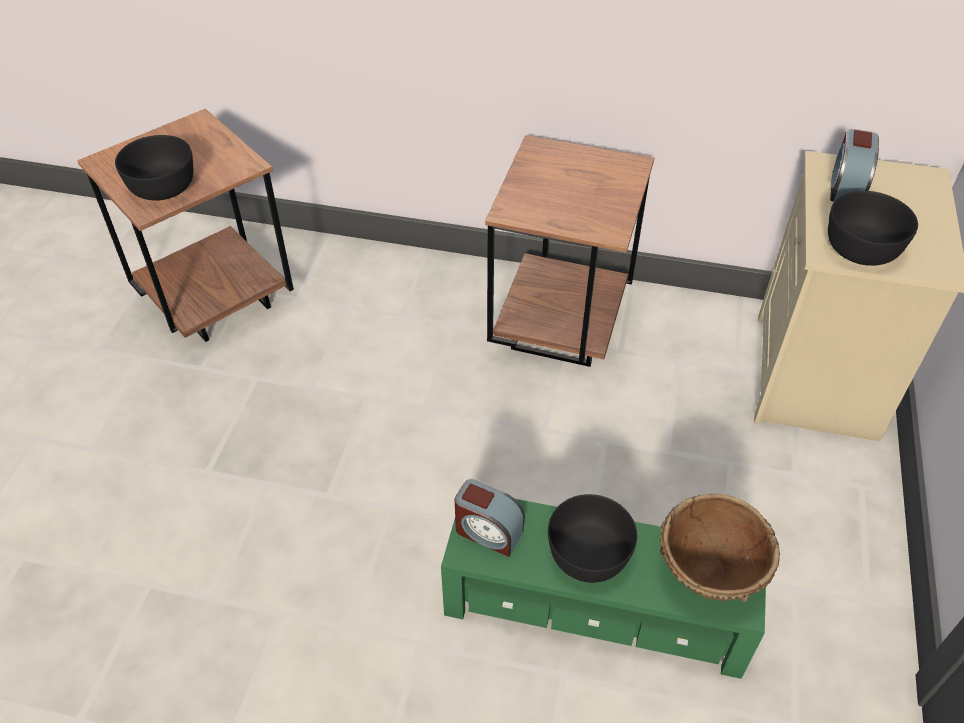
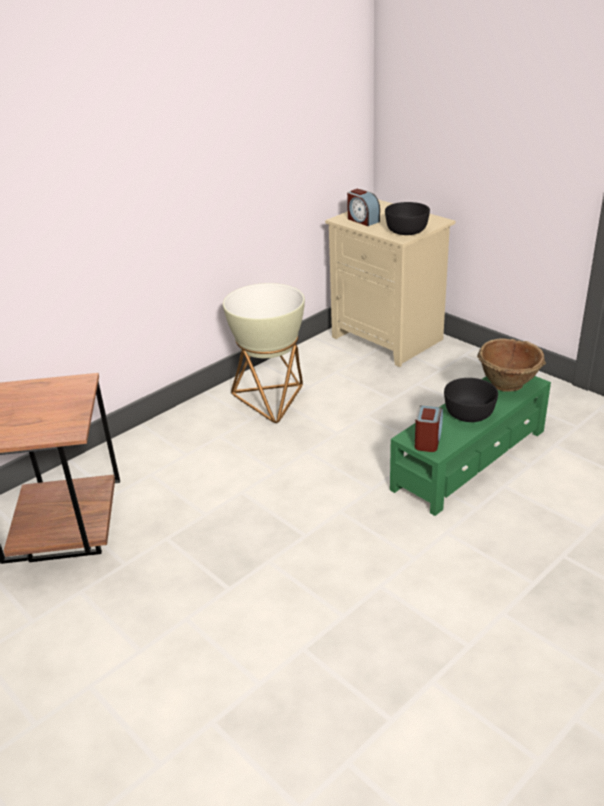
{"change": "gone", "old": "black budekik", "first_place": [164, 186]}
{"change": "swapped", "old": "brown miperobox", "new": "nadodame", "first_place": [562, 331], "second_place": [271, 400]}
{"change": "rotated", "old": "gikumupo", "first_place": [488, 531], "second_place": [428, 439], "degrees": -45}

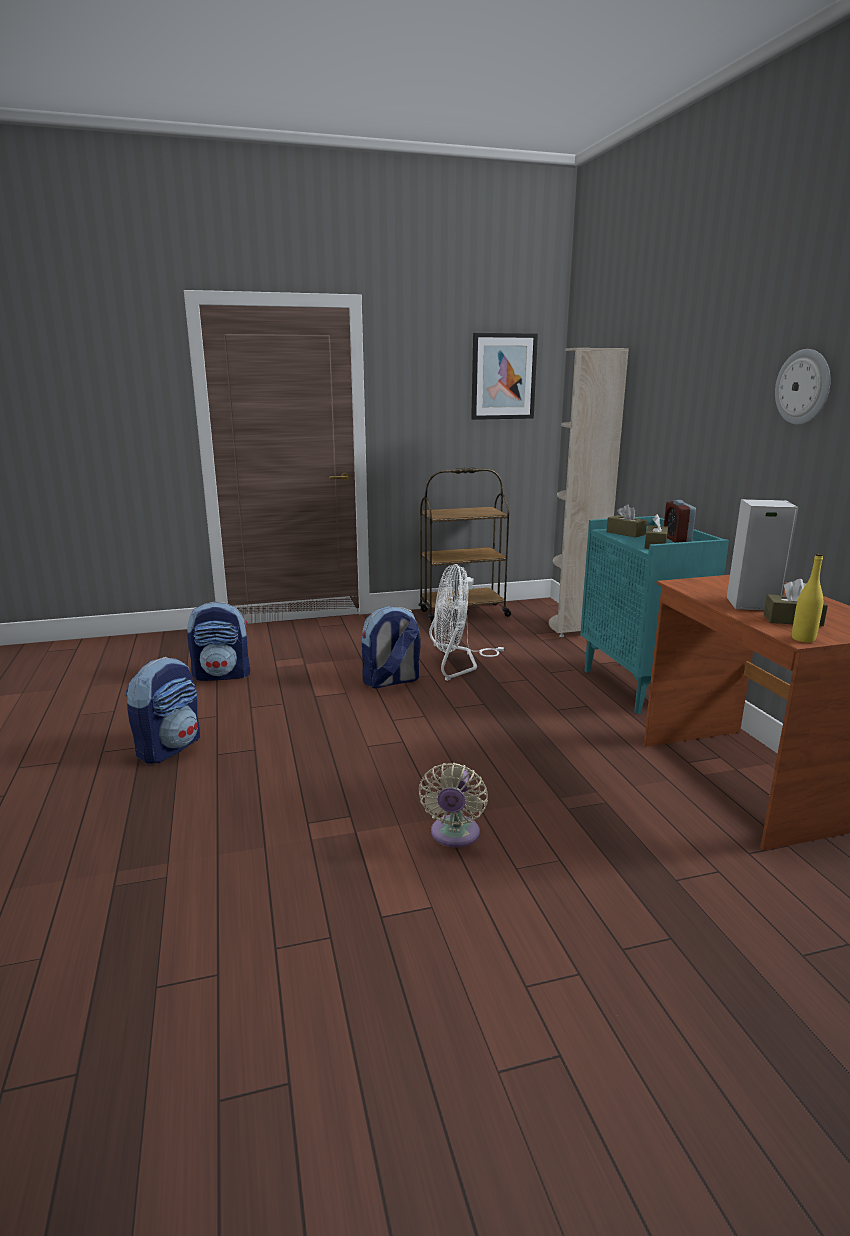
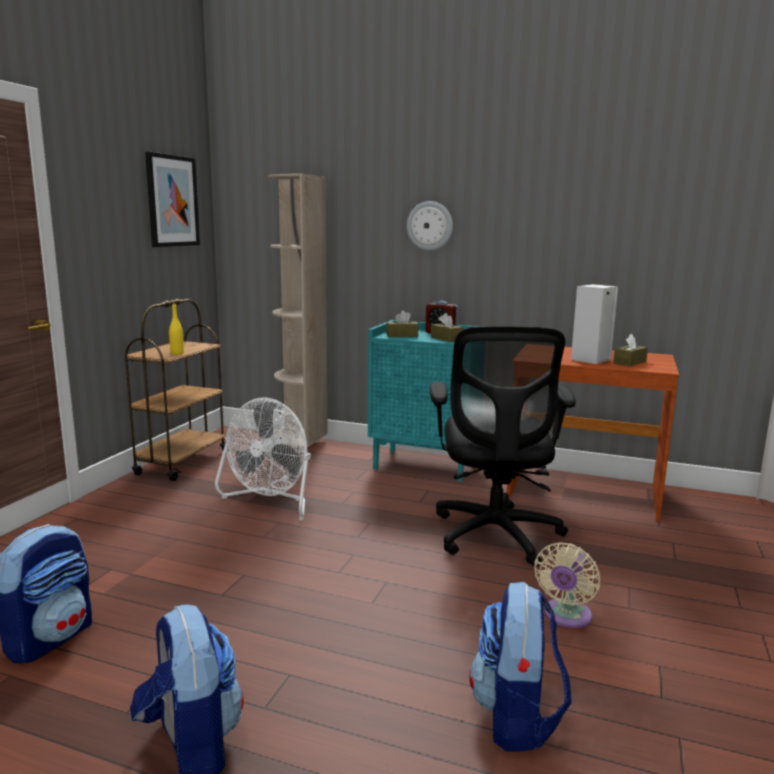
{"change": "new", "new": "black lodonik", "second_place": [493, 530]}
{"change": "shifted", "old": "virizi", "first_place": [391, 681], "second_place": [517, 717]}
{"change": "shifted", "old": "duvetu", "first_place": [803, 387], "second_place": [430, 226]}
{"change": "shifted", "old": "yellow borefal", "first_place": [803, 639], "second_place": [177, 353]}
{"change": "rotated", "old": "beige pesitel", "first_place": [454, 835], "second_place": [566, 616], "degrees": 75}

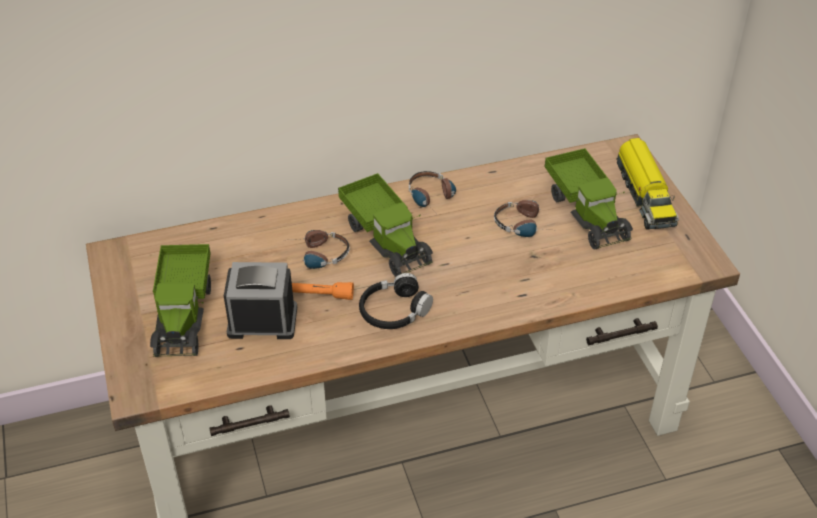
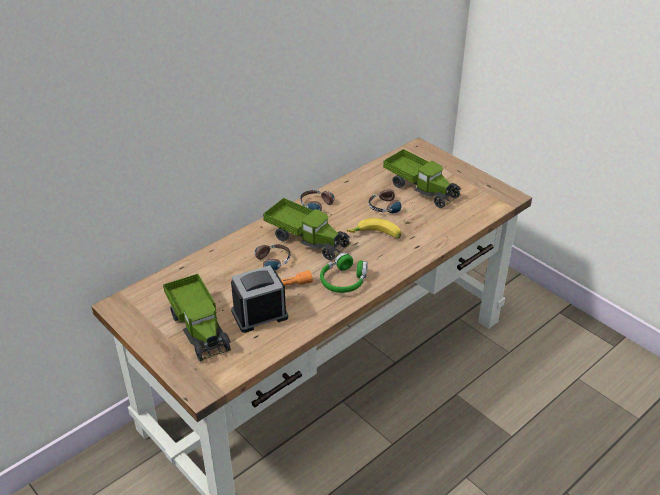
{"change": "gone", "old": "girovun", "first_place": [644, 194]}
{"change": "new", "new": "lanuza", "second_place": [375, 236]}
{"change": "repainted", "old": "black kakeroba", "new": "green kakeroba", "first_place": [394, 311], "second_place": [344, 281]}

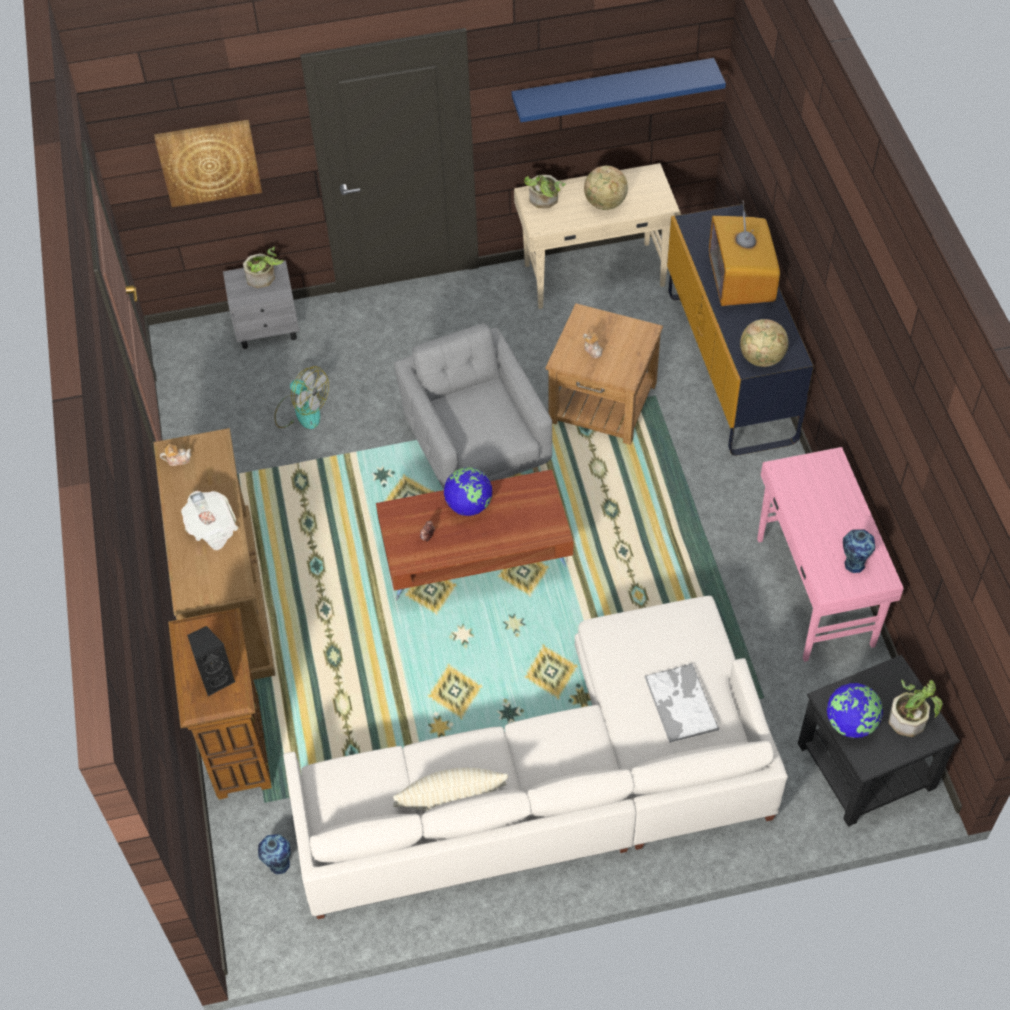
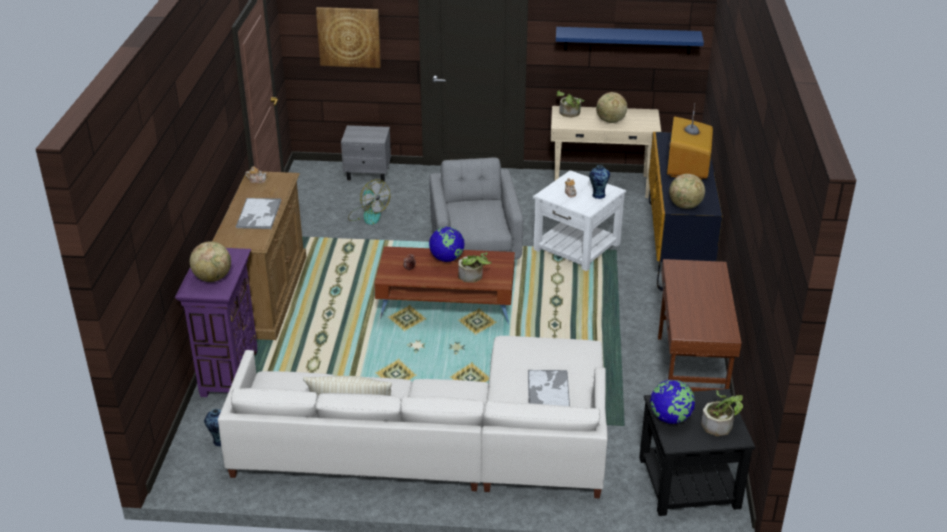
{"change": "shifted", "old": "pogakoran", "first_place": [264, 278], "second_place": [473, 277]}
{"change": "shifted", "old": "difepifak", "first_place": [853, 564], "second_place": [598, 195]}
{"change": "swapped", "old": "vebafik", "new": "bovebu", "first_place": [212, 528], "second_place": [258, 214]}
{"change": "swapped", "old": "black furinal", "new": "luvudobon", "first_place": [216, 679], "second_place": [213, 278]}
{"change": "repainted", "old": "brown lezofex", "new": "purple lezofex", "first_place": [237, 748], "second_place": [228, 373]}
{"change": "repainted", "old": "brown miperobox", "new": "white miperobox", "first_place": [602, 403], "second_place": [576, 247]}
{"change": "repainted", "old": "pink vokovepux", "new": "brown vokovepux", "first_place": [815, 592], "second_place": [690, 375]}

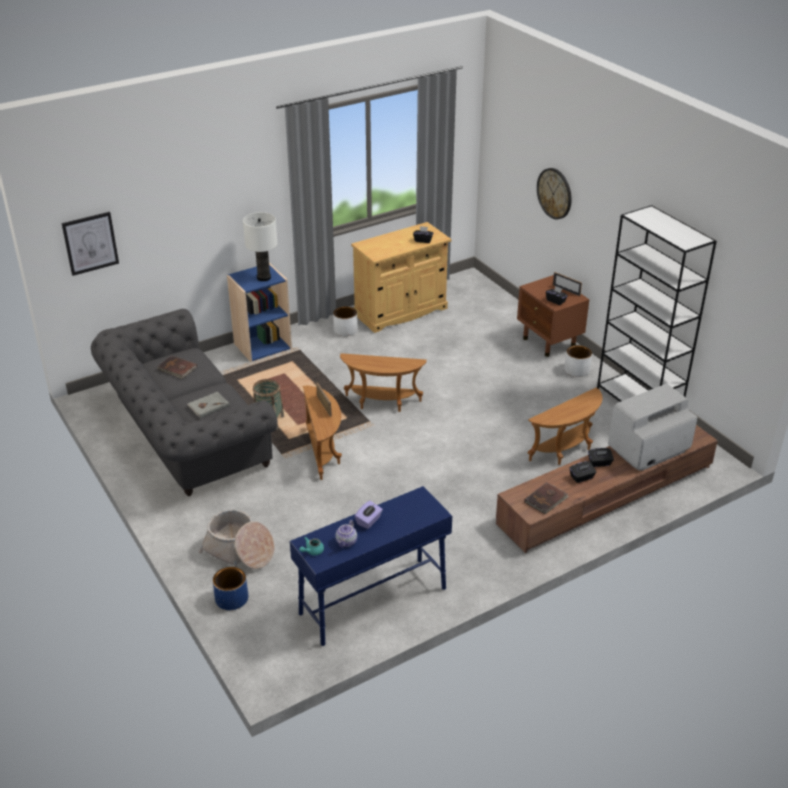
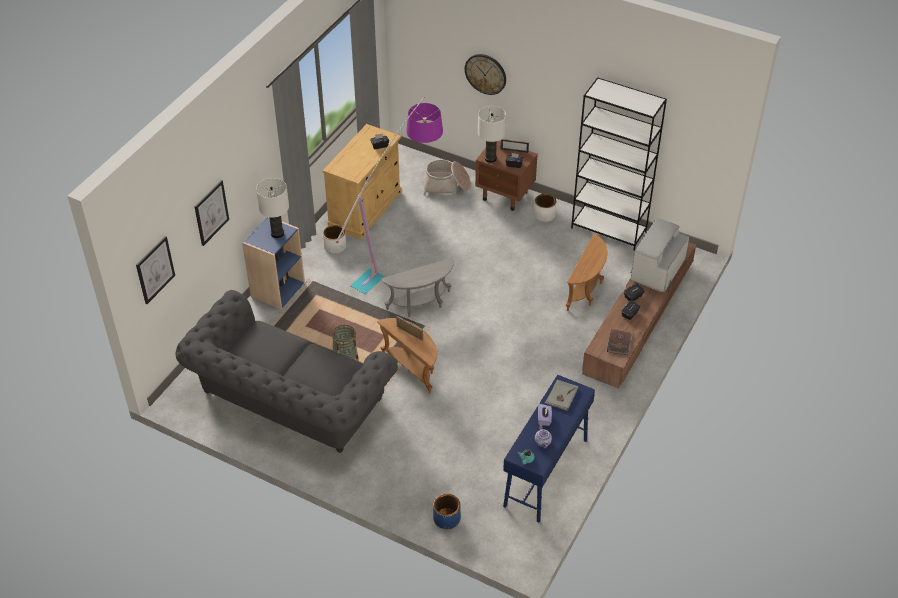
{"change": "gone", "old": "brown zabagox", "first_place": [177, 369]}
{"change": "new", "new": "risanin", "second_place": [211, 212]}
{"change": "new", "new": "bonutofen", "second_place": [400, 250]}
{"change": "new", "new": "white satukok", "second_place": [490, 158]}
{"change": "shifted", "old": "grey zabagox", "first_place": [208, 406], "second_place": [561, 396]}
{"change": "shifted", "old": "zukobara", "first_place": [239, 551], "second_place": [446, 185]}
{"change": "repainted", "old": "brown miperobox", "new": "grey miperobox", "first_place": [382, 403], "second_place": [421, 305]}

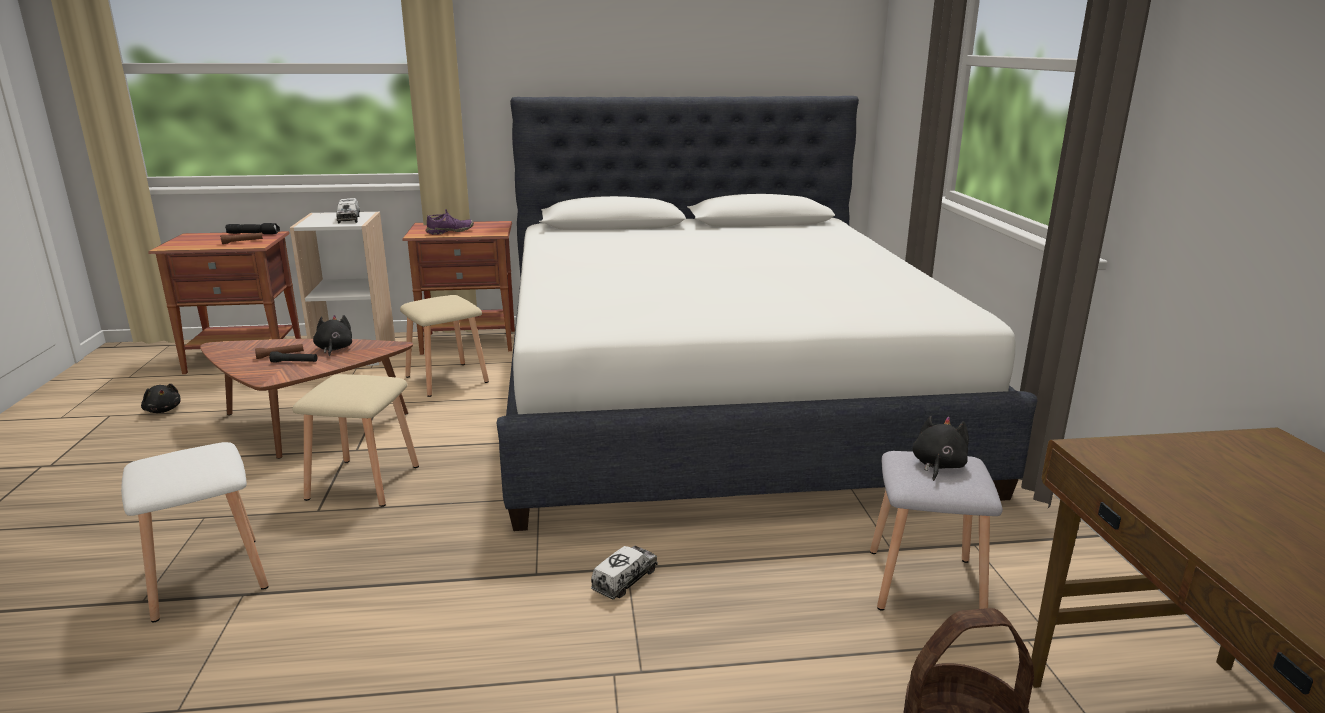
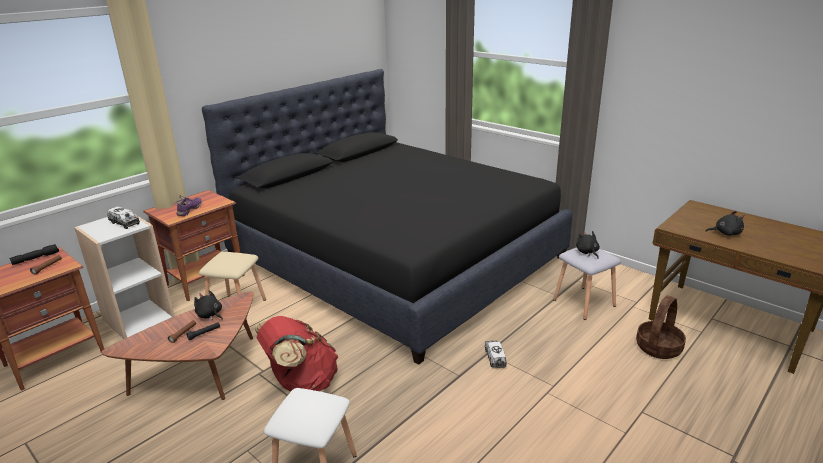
{"change": "shifted", "old": "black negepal", "first_place": [163, 410], "second_place": [725, 233]}
{"change": "swapped", "old": "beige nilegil", "new": "red virizi", "first_place": [363, 481], "second_place": [301, 383]}
{"change": "repainted", "old": "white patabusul", "new": "black patabusul", "first_place": [716, 395], "second_place": [395, 257]}

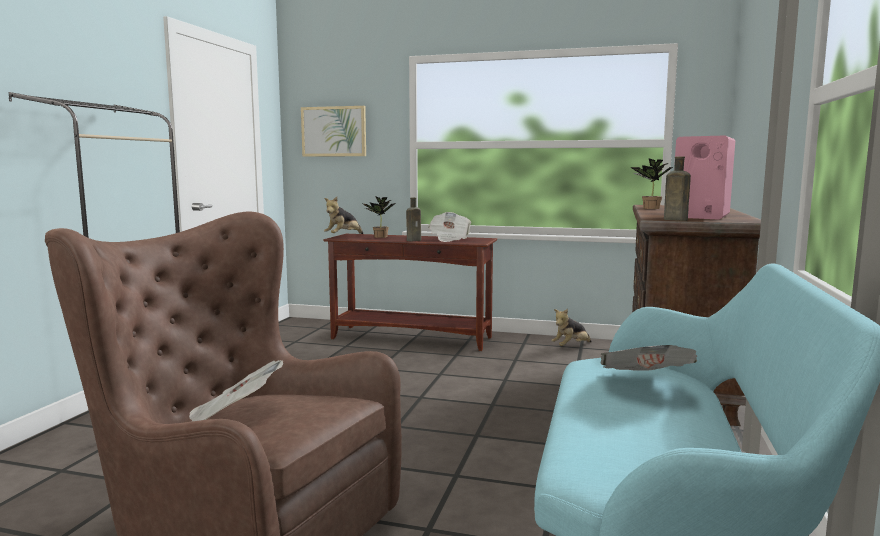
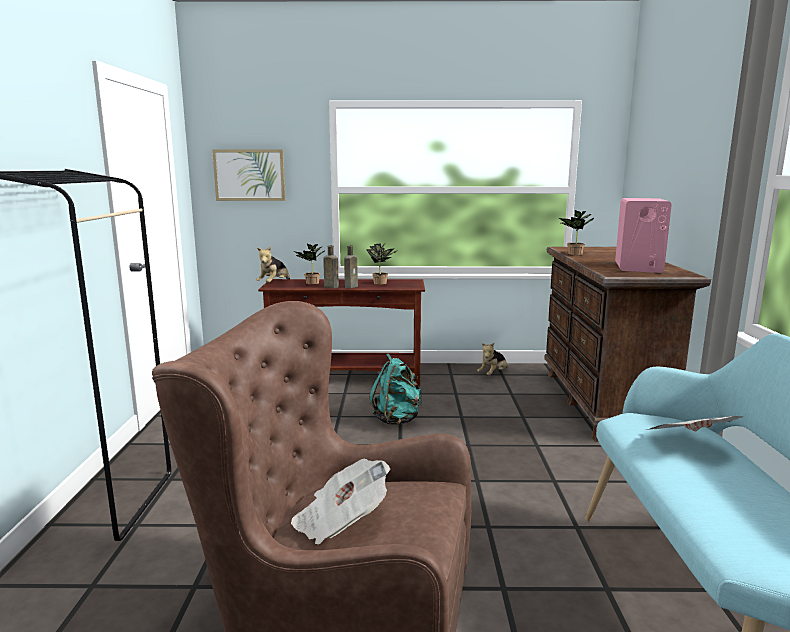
{"change": "new", "new": "turquoise virizi", "second_place": [397, 420]}
{"change": "shifted", "old": "brown borefal", "first_place": [673, 219], "second_place": [330, 287]}
{"change": "swapped", "old": "vebafik", "new": "pogakoran", "first_place": [449, 239], "second_place": [382, 283]}

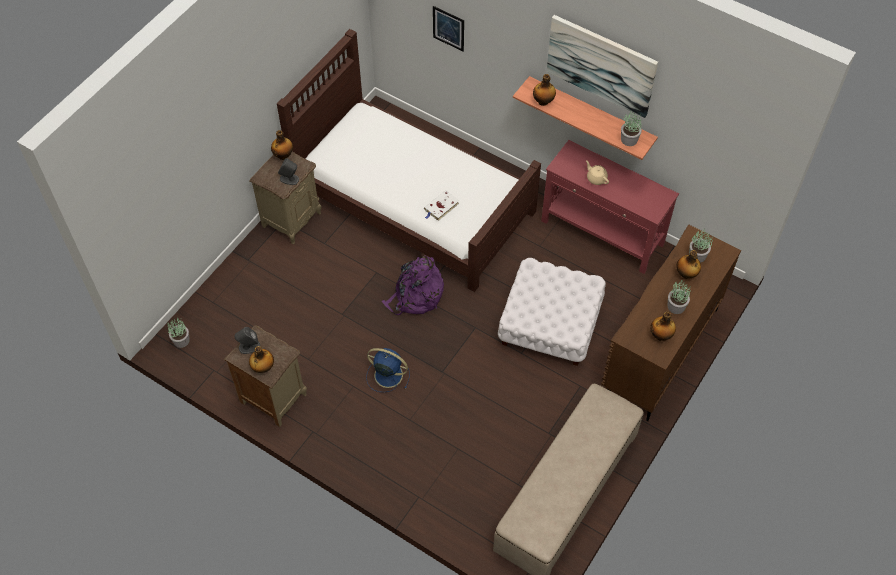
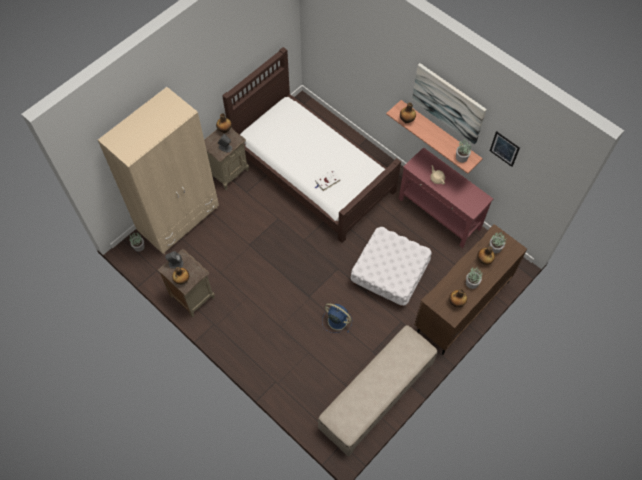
{"change": "gone", "old": "purple virizi", "first_place": [415, 296]}
{"change": "new", "new": "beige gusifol", "second_place": [179, 220]}
{"change": "shifted", "old": "blue pesitel", "first_place": [387, 374], "second_place": [336, 320]}
{"change": "shifted", "old": "risanin", "first_place": [448, 28], "second_place": [504, 149]}

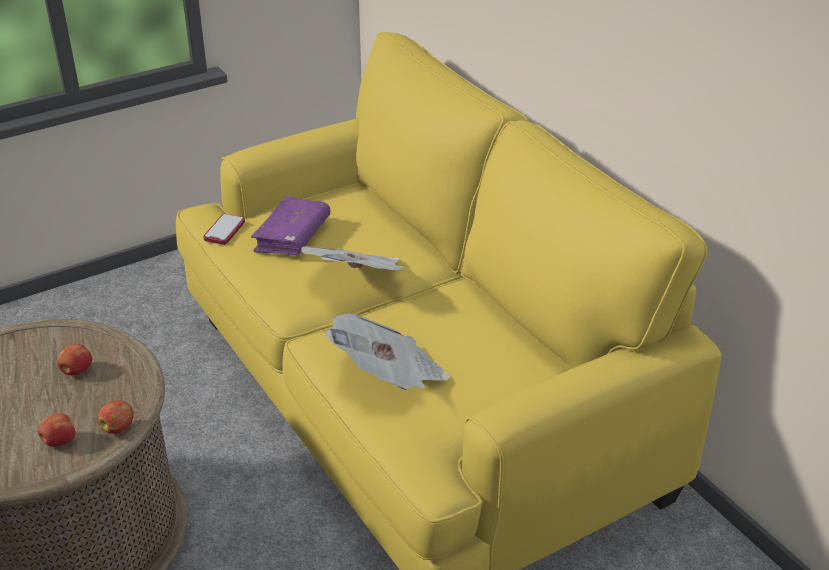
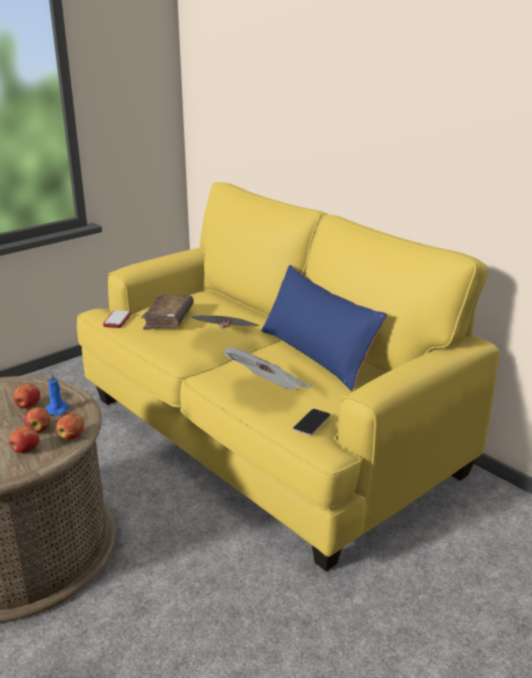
{"change": "new", "new": "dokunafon", "second_place": [39, 429]}
{"change": "new", "new": "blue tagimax", "second_place": [57, 409]}
{"change": "new", "new": "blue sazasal", "second_place": [317, 354]}
{"change": "new", "new": "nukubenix", "second_place": [312, 422]}
{"change": "repainted", "old": "purple zabagox", "new": "brown zabagox", "first_place": [292, 236], "second_place": [168, 319]}

